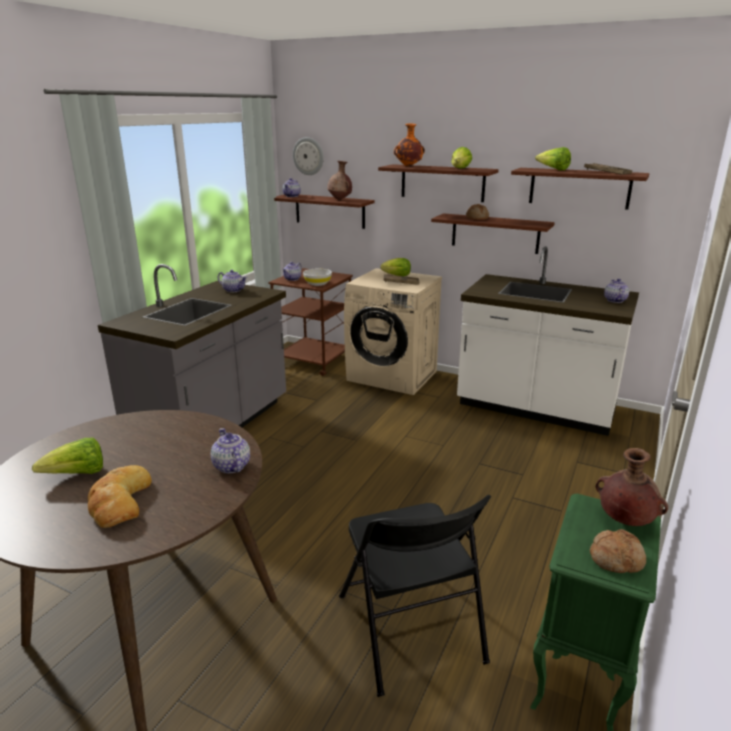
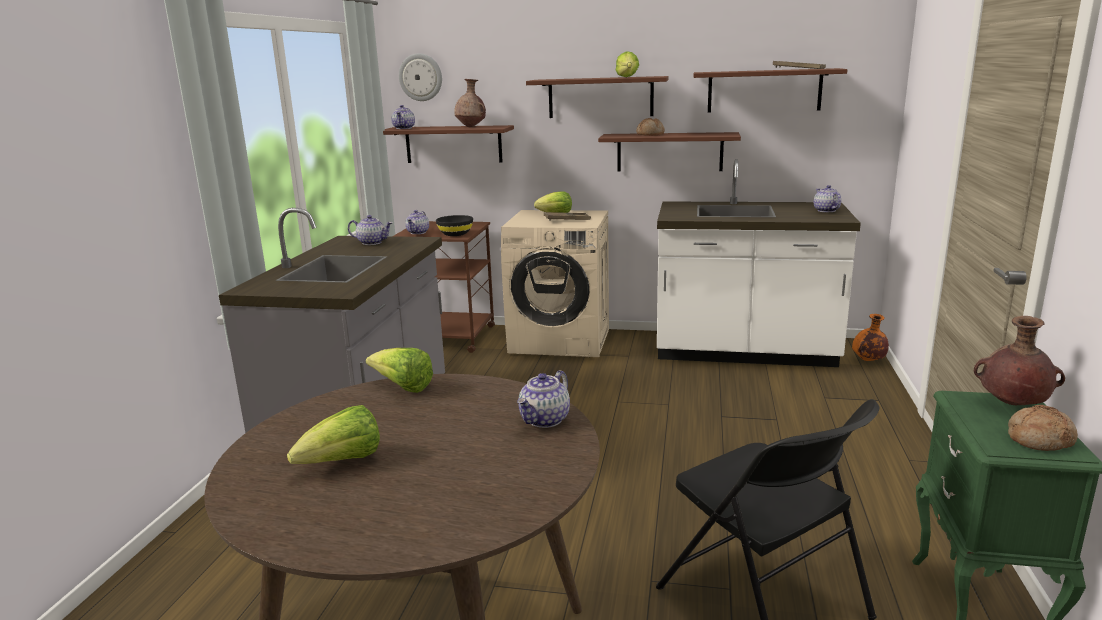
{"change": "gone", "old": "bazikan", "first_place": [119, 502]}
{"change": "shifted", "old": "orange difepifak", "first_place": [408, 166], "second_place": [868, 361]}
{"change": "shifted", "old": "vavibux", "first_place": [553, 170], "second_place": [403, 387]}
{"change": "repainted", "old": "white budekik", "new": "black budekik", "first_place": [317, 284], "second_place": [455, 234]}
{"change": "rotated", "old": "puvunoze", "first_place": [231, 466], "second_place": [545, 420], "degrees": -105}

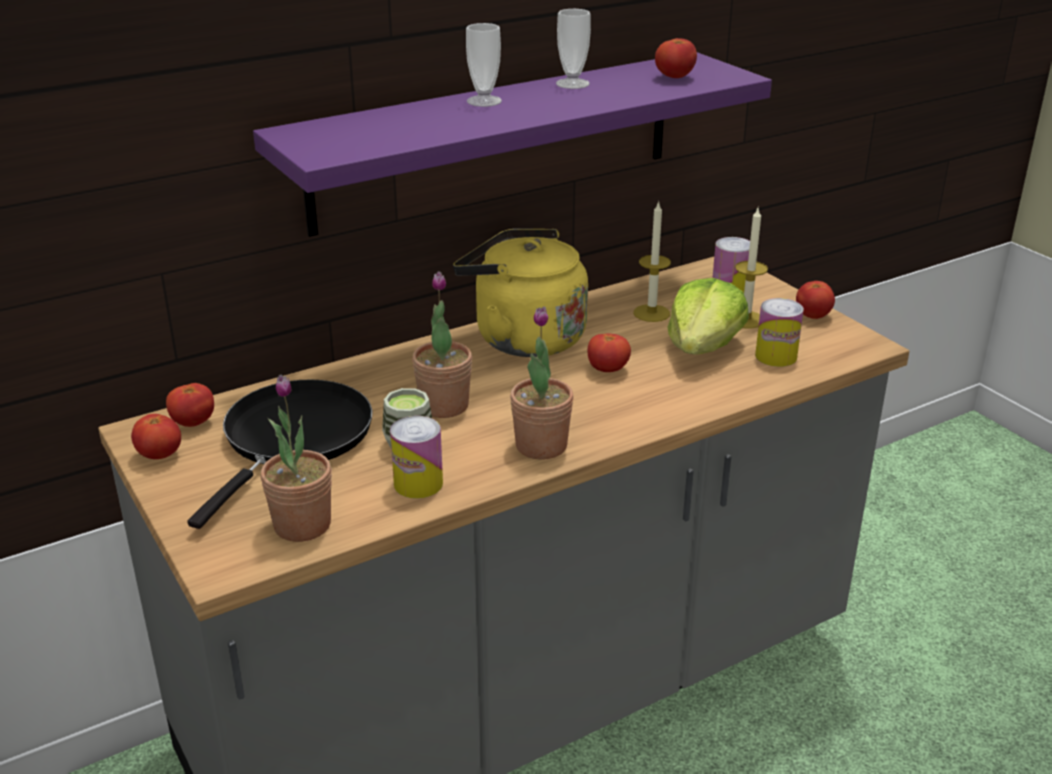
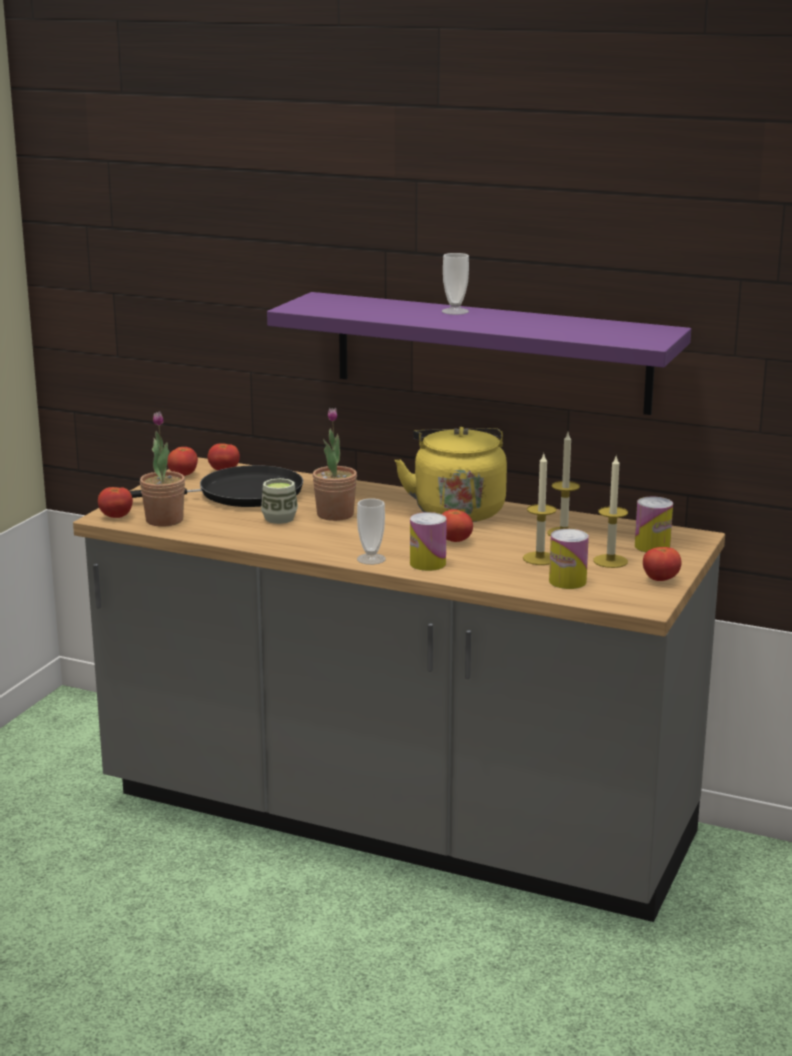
{"change": "gone", "old": "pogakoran", "first_place": [541, 446]}
{"change": "shifted", "old": "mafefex", "first_place": [418, 484], "second_place": [427, 563]}
{"change": "shifted", "old": "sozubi", "first_place": [572, 83], "second_place": [371, 559]}
{"change": "shifted", "old": "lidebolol", "first_place": [674, 77], "second_place": [116, 517]}
{"change": "swapped", "old": "vavibux", "new": "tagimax", "first_place": [703, 347], "second_place": [540, 558]}

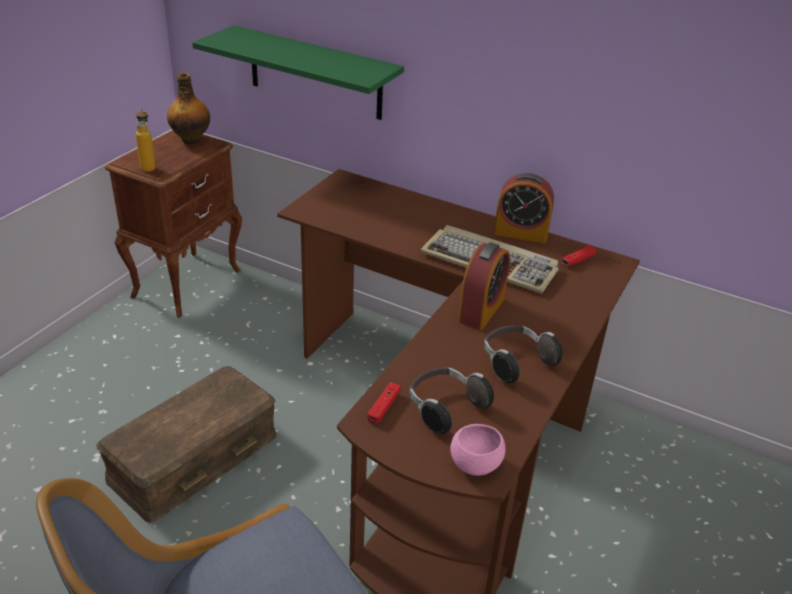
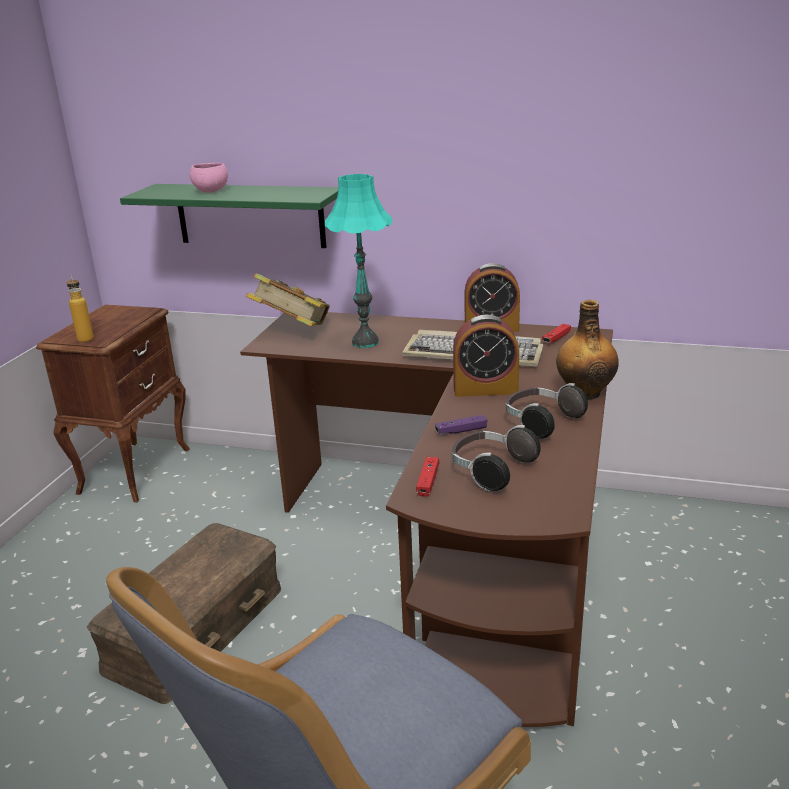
{"change": "new", "new": "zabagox", "second_place": [292, 330]}
{"change": "new", "new": "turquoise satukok", "second_place": [365, 342]}
{"change": "new", "new": "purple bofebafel", "second_place": [461, 431]}
{"change": "shifted", "old": "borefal", "first_place": [191, 139], "second_place": [585, 392]}
{"change": "shifted", "old": "pink budekik", "first_place": [475, 465], "second_place": [211, 191]}
{"change": "rotated", "old": "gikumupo", "first_place": [481, 310], "second_place": [485, 389], "degrees": 75}

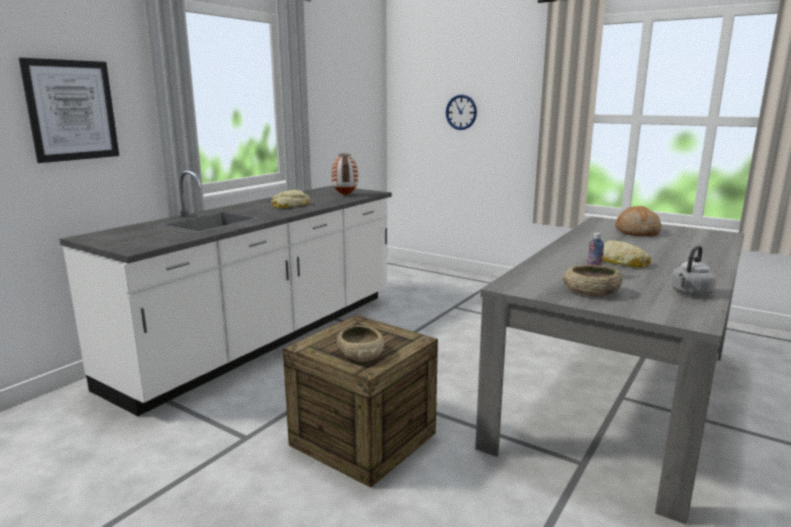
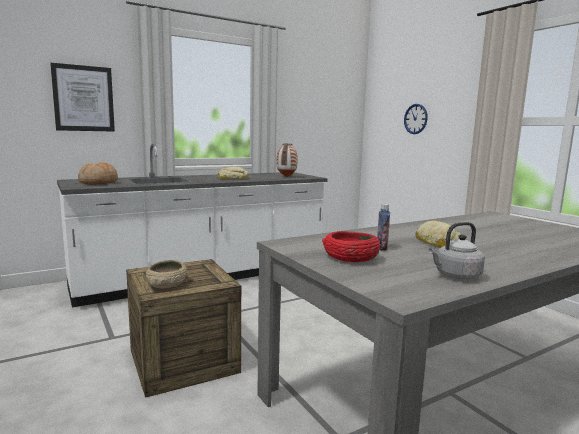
{"change": "shifted", "old": "bazikan", "first_place": [636, 232], "second_place": [98, 183]}
{"change": "repainted", "old": "beige budekik", "new": "red budekik", "first_place": [591, 292], "second_place": [350, 258]}

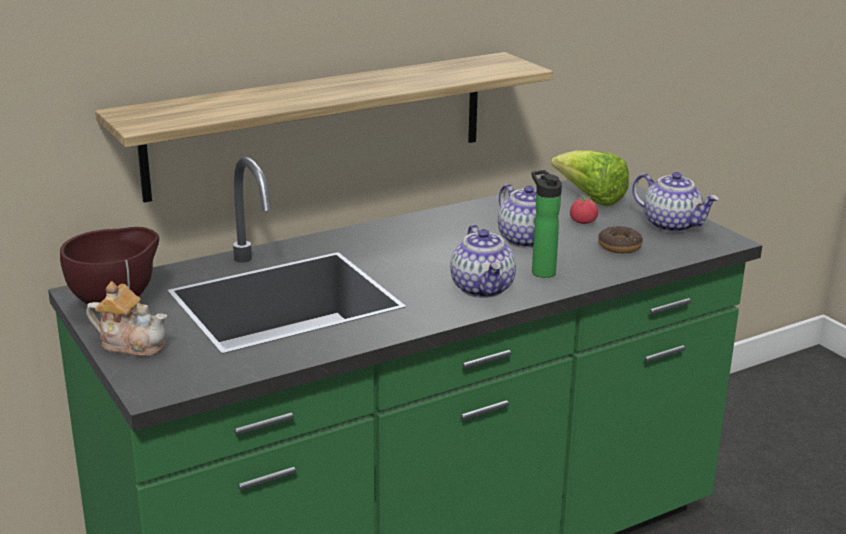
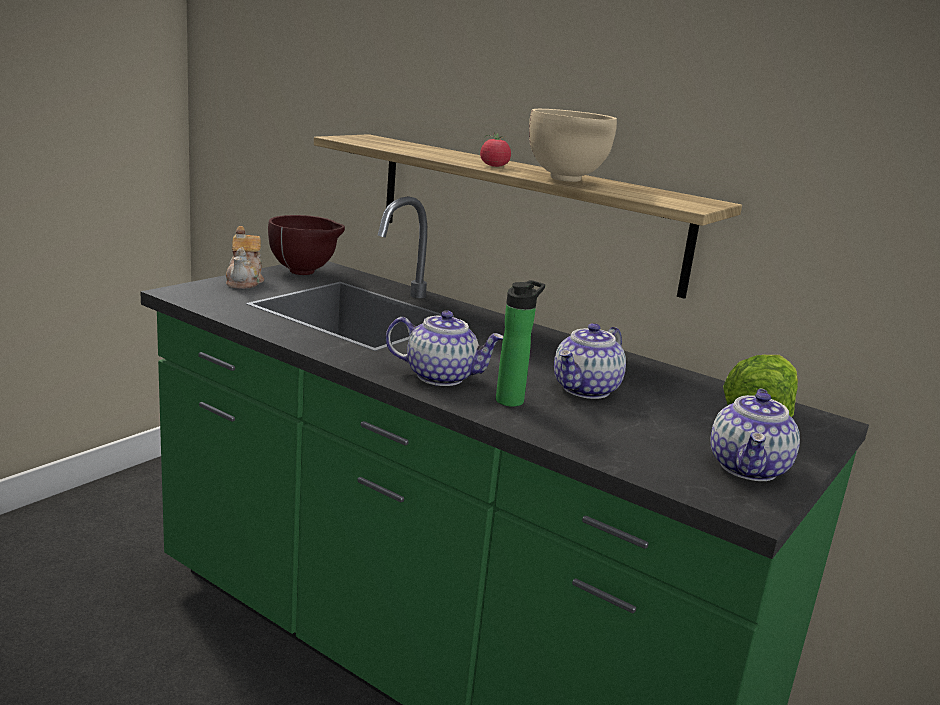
{"change": "gone", "old": "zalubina", "first_place": [619, 246]}
{"change": "new", "new": "beige budekik", "second_place": [567, 180]}
{"change": "shifted", "old": "lidebolol", "first_place": [583, 222], "second_place": [494, 166]}
{"change": "rotated", "old": "puvunoze", "first_place": [483, 288], "second_place": [441, 376], "degrees": -135}

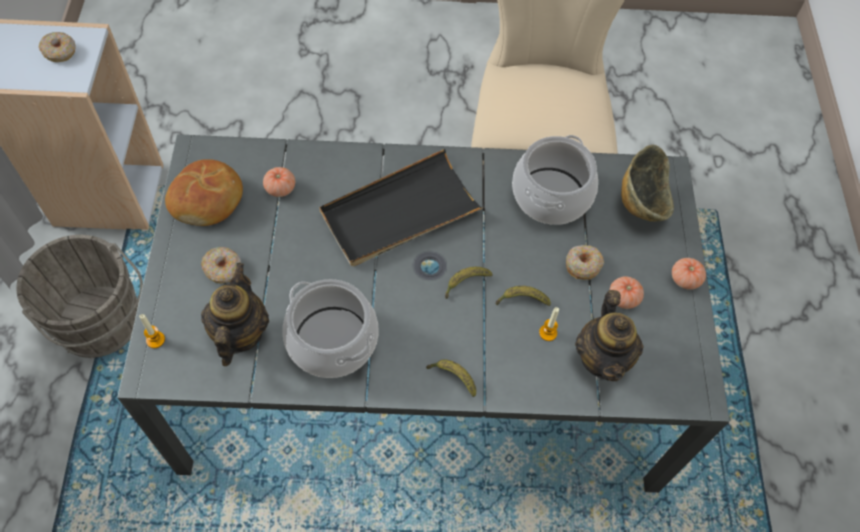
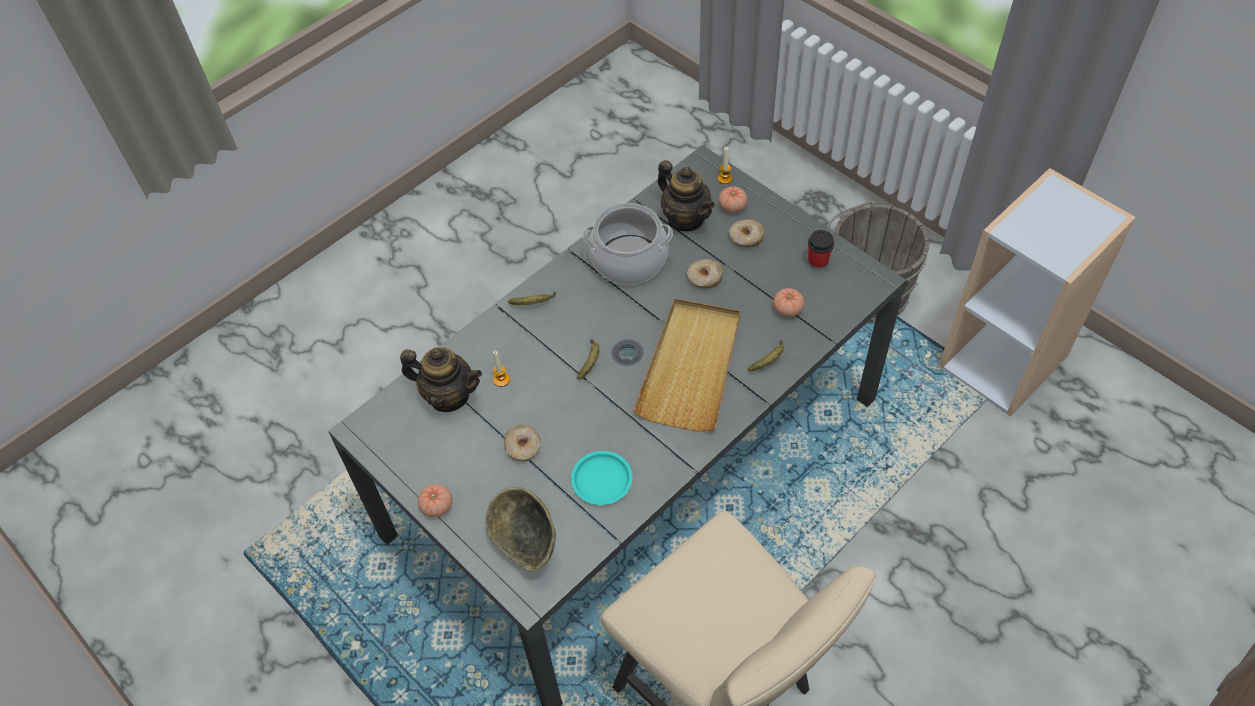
{"change": "shifted", "old": "zalubina", "first_place": [60, 52], "second_place": [704, 278]}
{"change": "shifted", "old": "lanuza", "first_place": [522, 300], "second_place": [769, 360]}
{"change": "shifted", "old": "lidebolol", "first_place": [623, 298], "second_place": [732, 206]}
{"change": "swapped", "old": "bazikan", "new": "sozubi", "first_place": [208, 200], "second_place": [818, 262]}
{"change": "swapped", "old": "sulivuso", "new": "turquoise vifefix", "first_place": [550, 195], "second_place": [602, 480]}
{"change": "repainted", "old": "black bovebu", "new": "beige bovebu", "first_place": [400, 212], "second_place": [691, 367]}
{"change": "rotated", "old": "puvunoze", "first_place": [602, 358], "second_place": [449, 396], "degrees": 150}

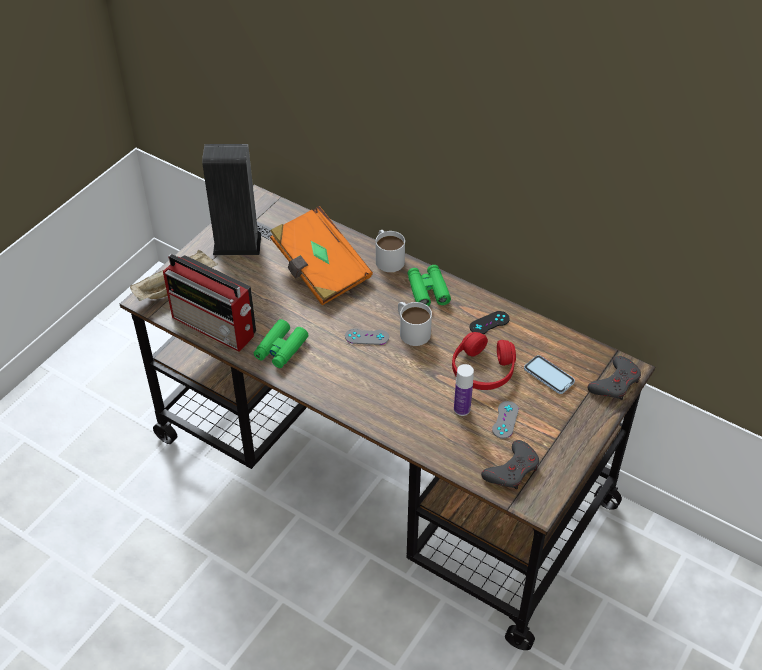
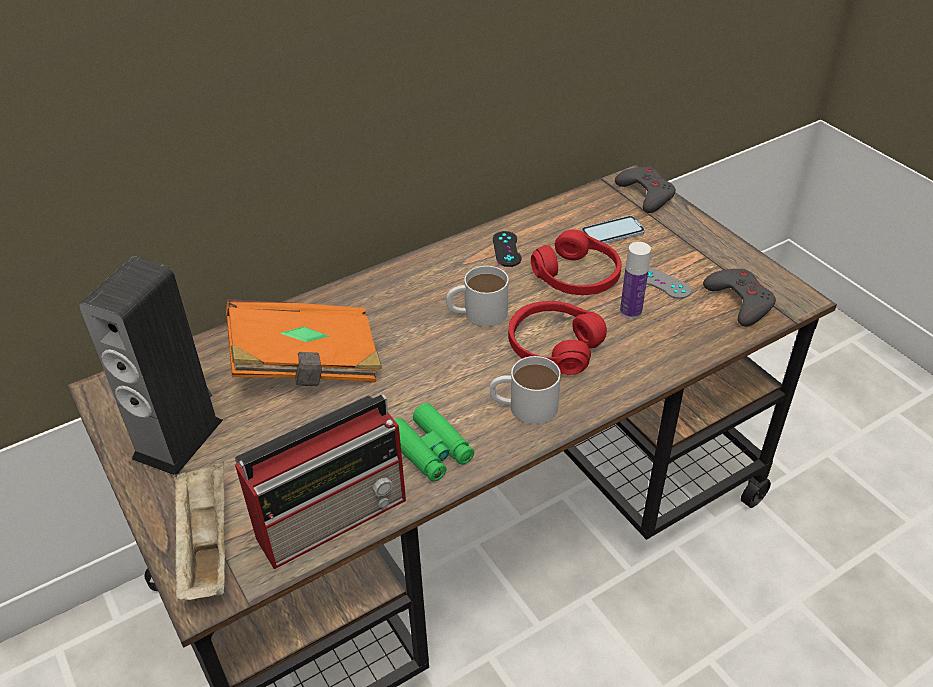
{"change": "gone", "old": "grey bofebafel", "first_place": [367, 337]}
{"change": "gone", "old": "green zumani", "first_place": [428, 290]}
{"change": "new", "new": "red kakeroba", "second_place": [553, 346]}
{"change": "shifted", "old": "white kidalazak", "first_place": [387, 257], "second_place": [523, 406]}

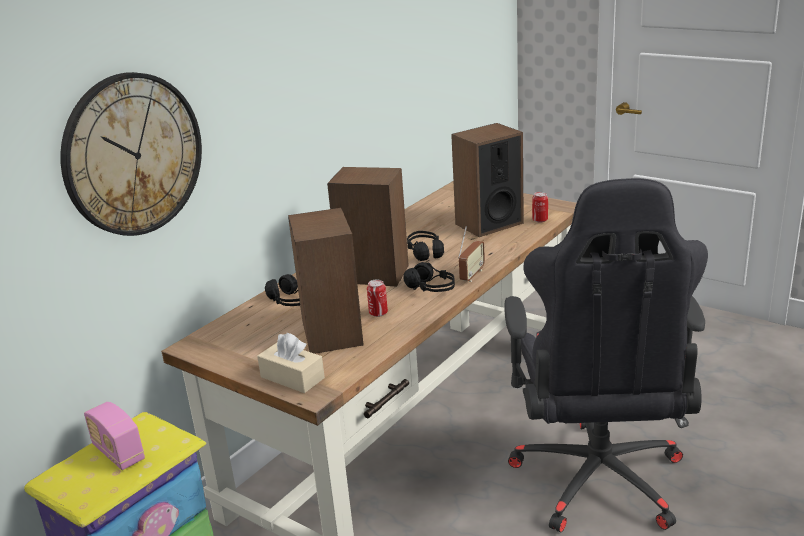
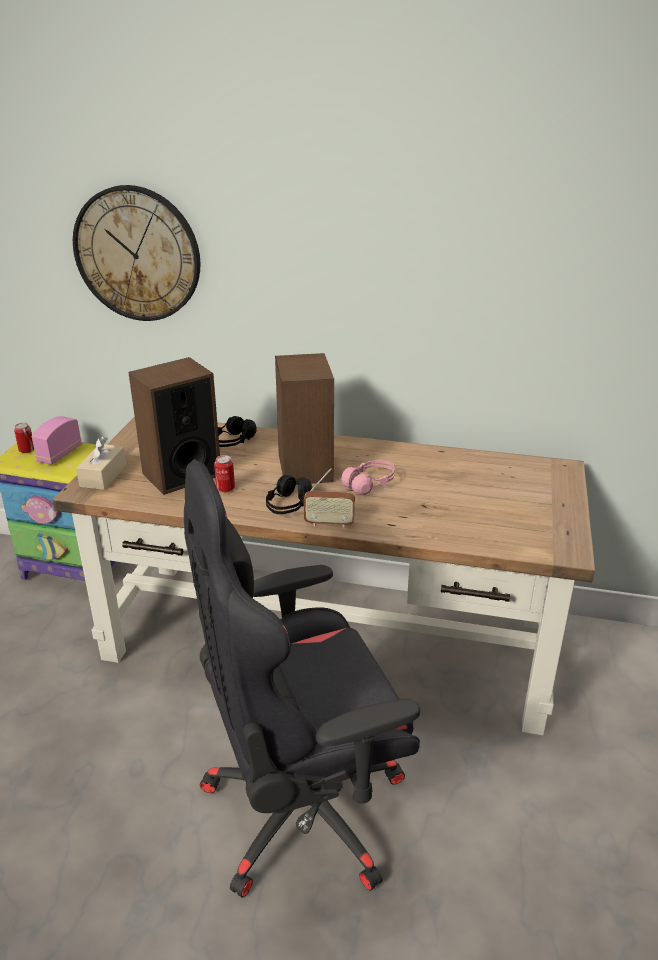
{"change": "gone", "old": "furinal", "first_place": [488, 223]}
{"change": "shifted", "old": "mafefex", "first_place": [540, 220], "second_place": [27, 450]}
{"change": "repainted", "old": "black kakeroba", "new": "pink kakeroba", "first_place": [425, 252], "second_place": [370, 484]}

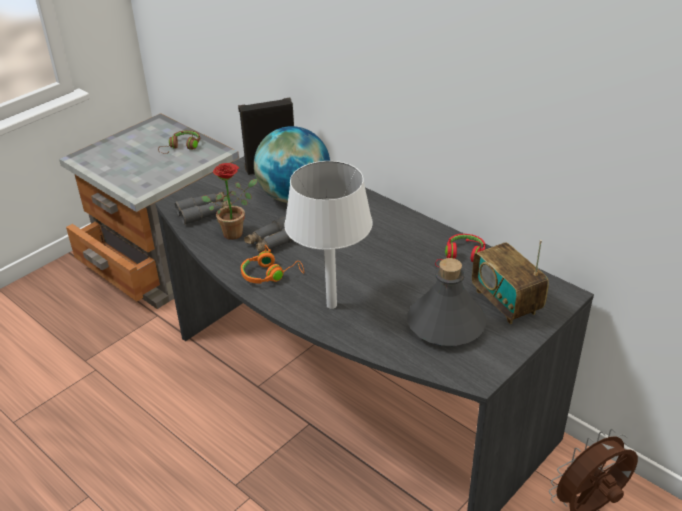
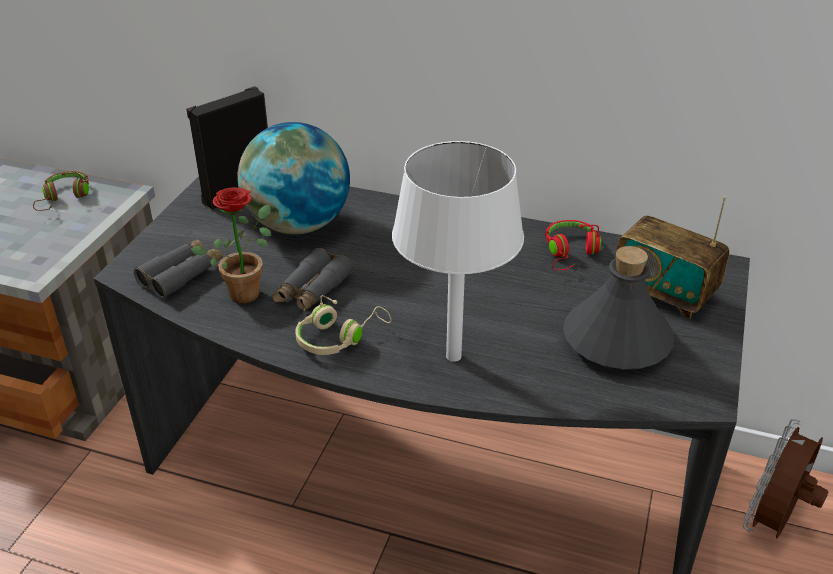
{"change": "repainted", "old": "orange kakeroba", "new": "beige kakeroba", "first_place": [270, 274], "second_place": [339, 337]}

